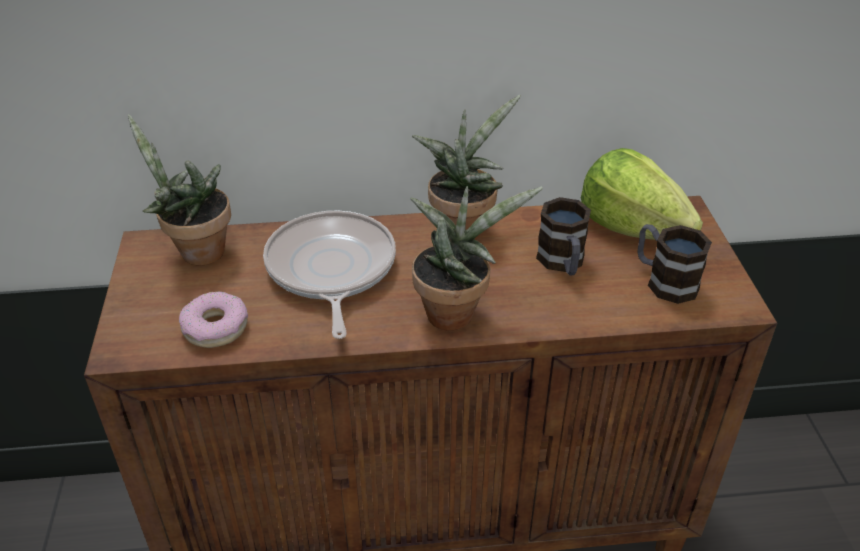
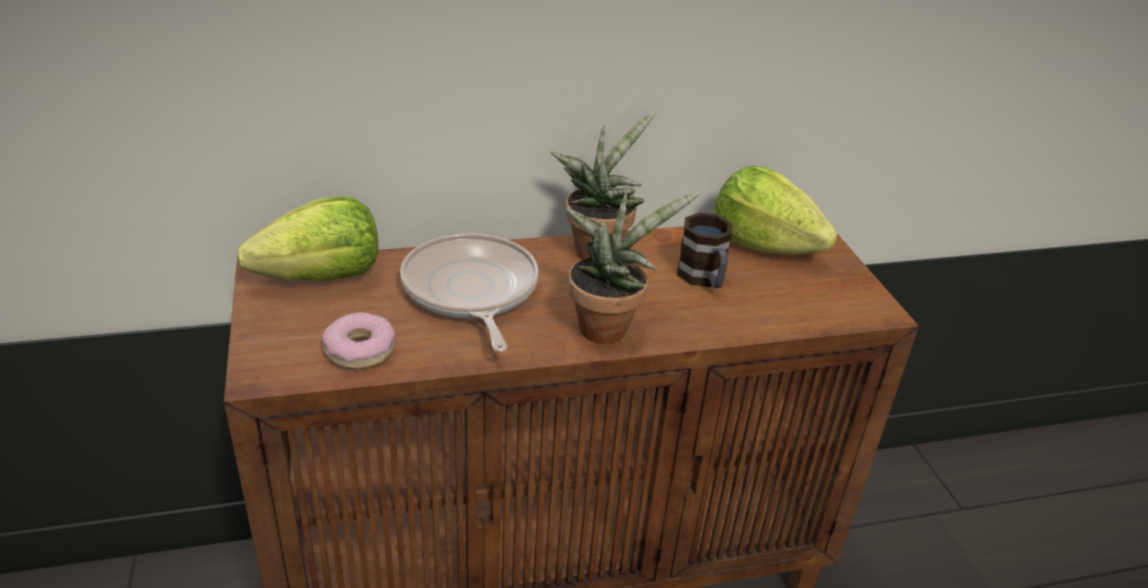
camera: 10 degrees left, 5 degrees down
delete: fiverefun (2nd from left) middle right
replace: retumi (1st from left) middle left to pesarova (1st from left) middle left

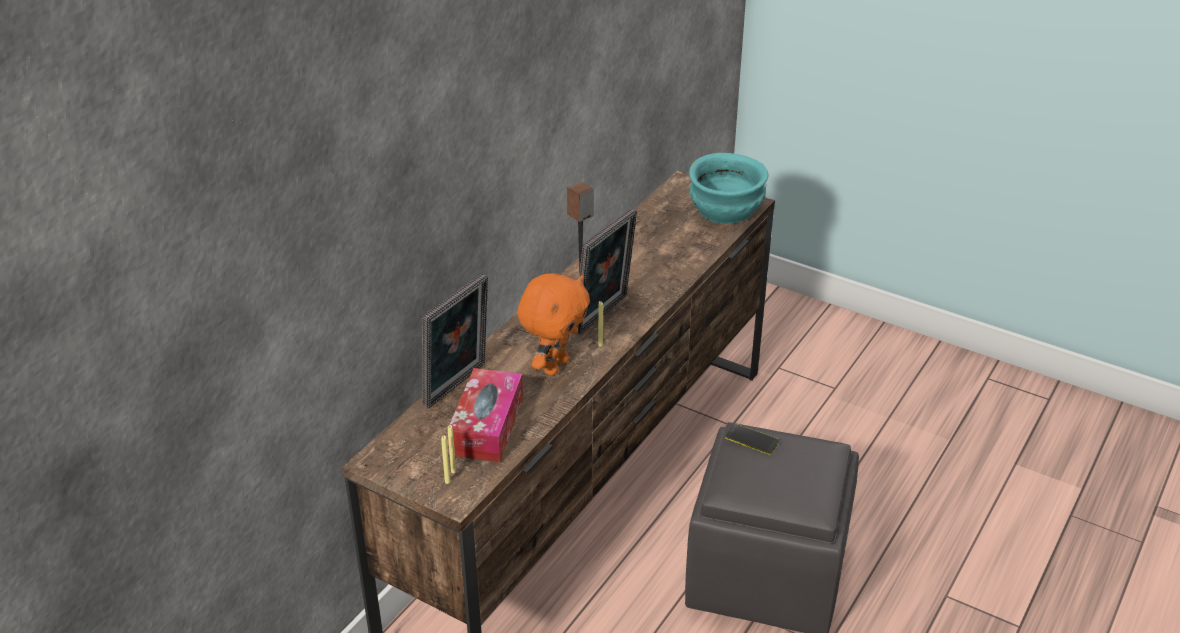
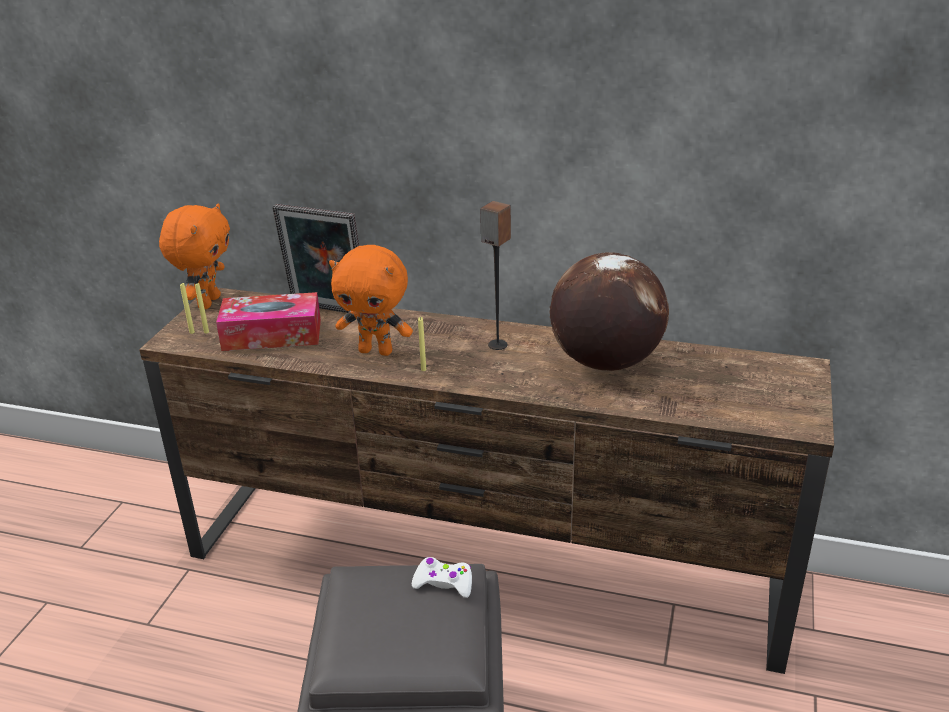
camera: 75 degrees right, 5 degrees down
delete: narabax (2nd from left) centre; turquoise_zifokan top centre
insert: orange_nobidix (1st from left) middle left; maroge centre
replace: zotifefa bottom centre to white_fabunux bottom centre

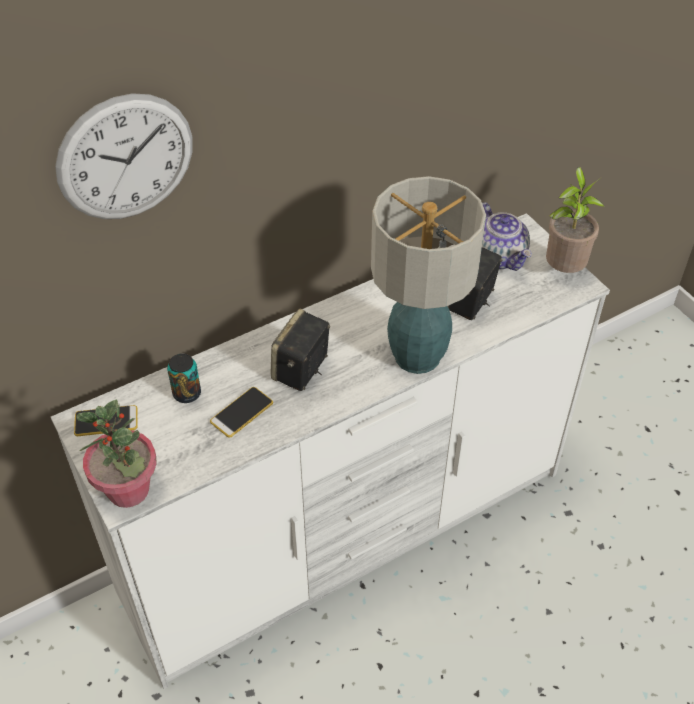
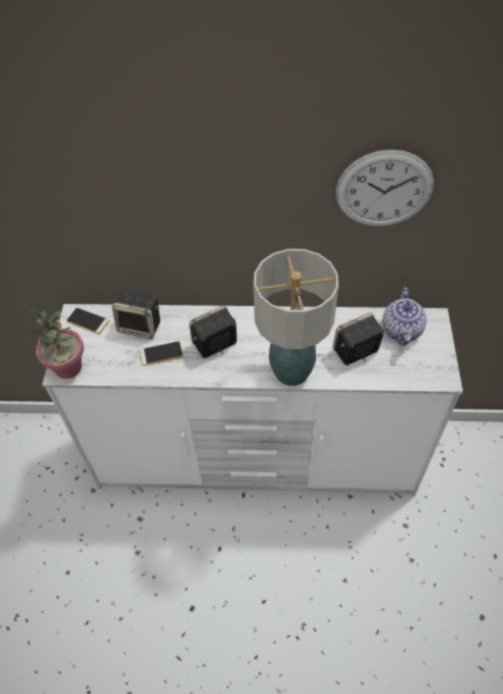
camera: 35 degrees right, 5 degrees up
delete: retumi (2nd from left) top right
move: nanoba top left to top right
replace: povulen middle left to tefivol (1st from left) middle left

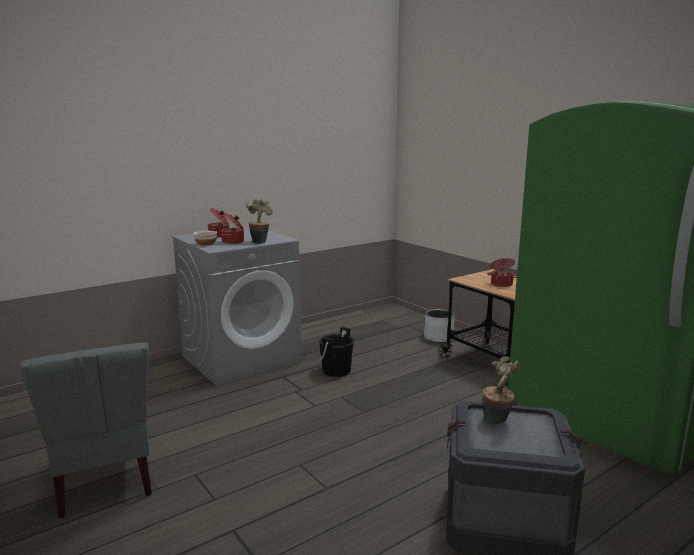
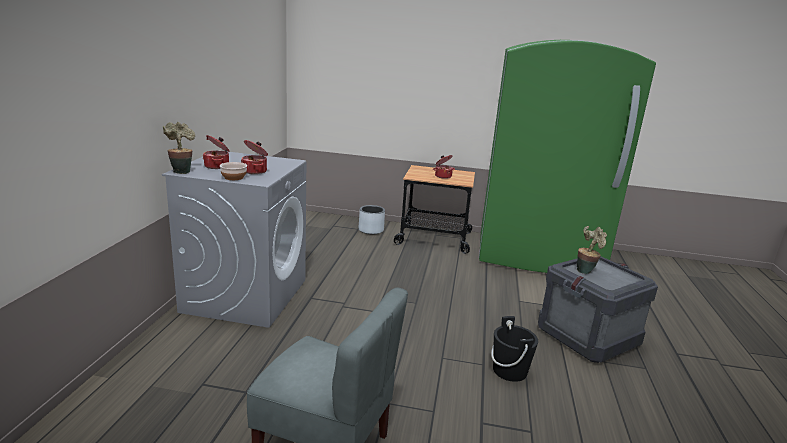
camera: 45 degrees left, 5 degrees up
move: retumi (1st from left) centre to middle left; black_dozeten centre to bottom centre

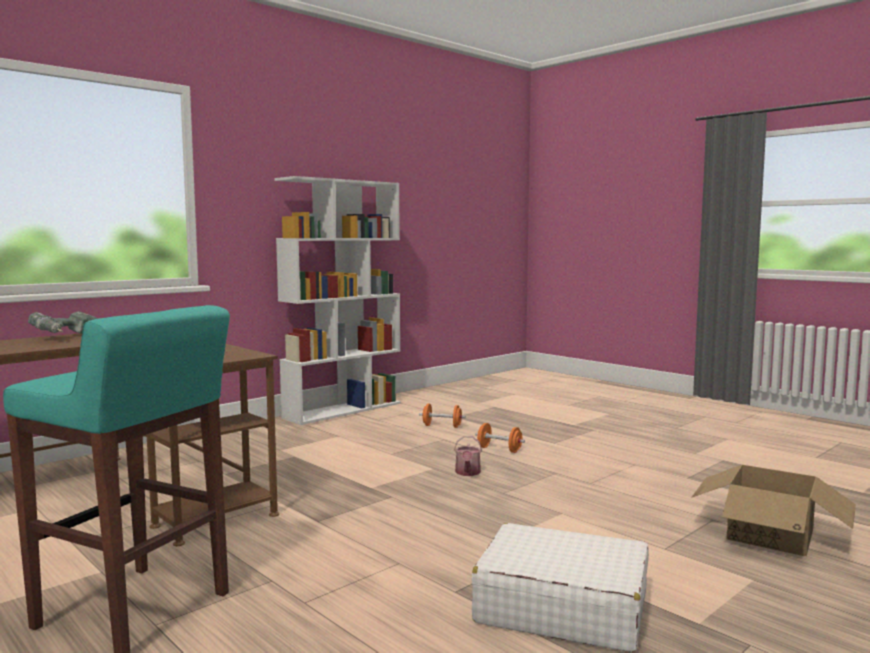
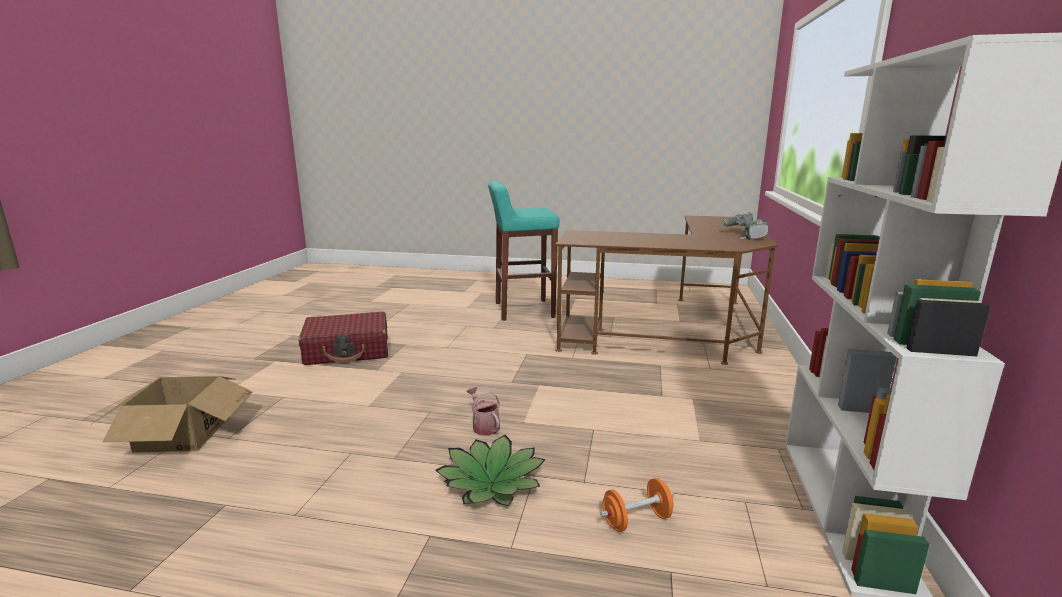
camera: 145 degrees right, 10 degrees up
replace: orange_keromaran (2nd from left) bottom centre to retumi bottom centre
recolor: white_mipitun bottom centre to red_mipitun middle left

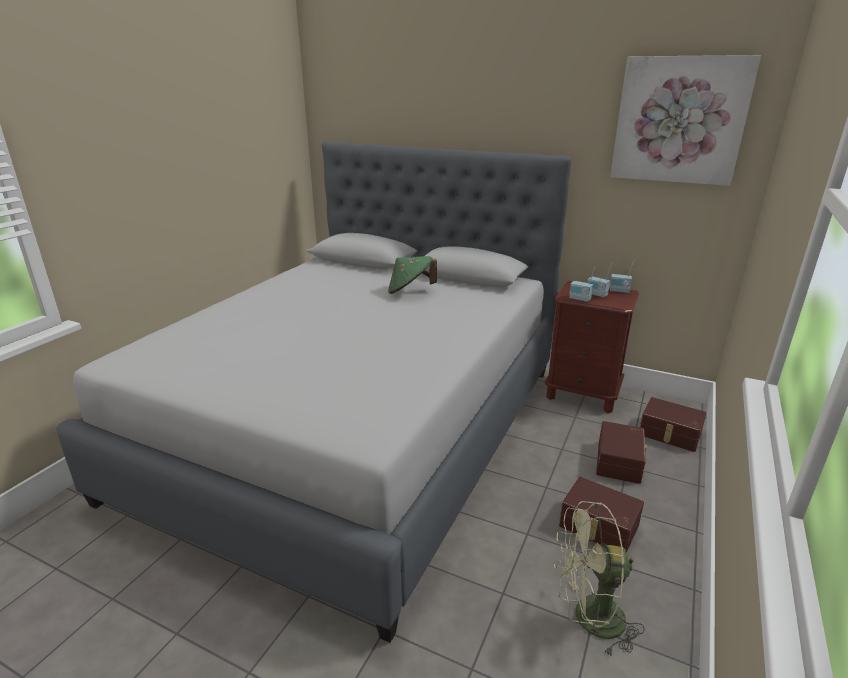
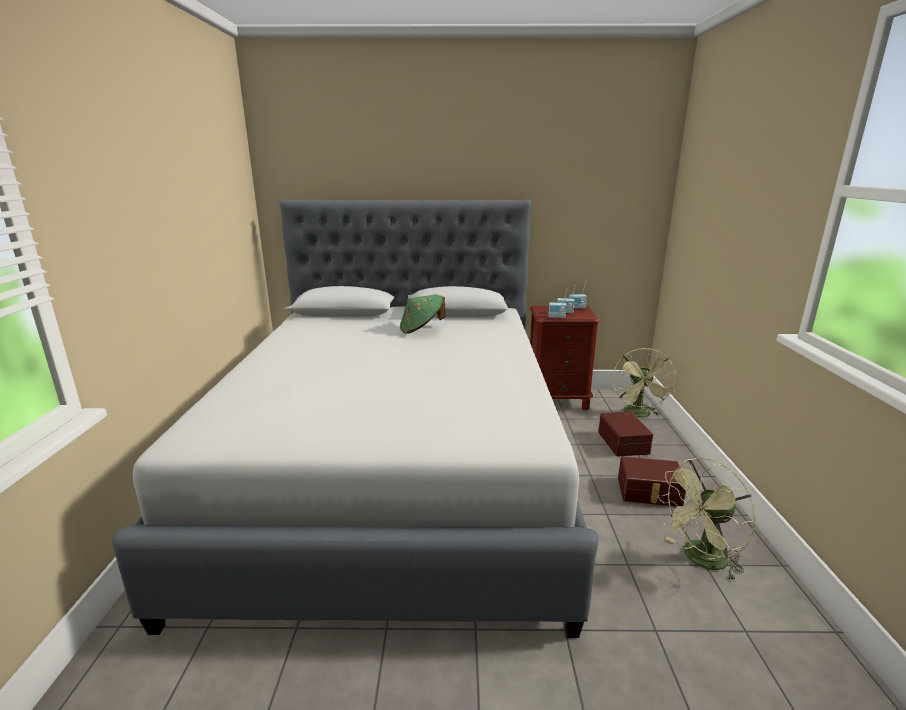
camera: 25 degrees left, 5 degrees down
delete: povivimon top right
replace: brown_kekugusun (3rd from left) middle right to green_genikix (1st from left) middle right

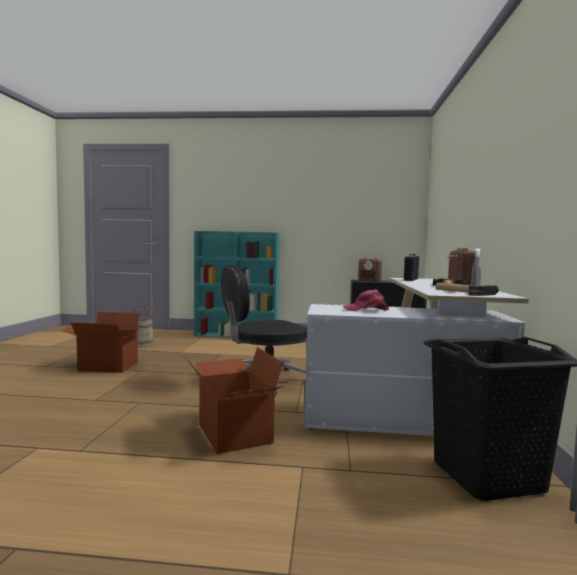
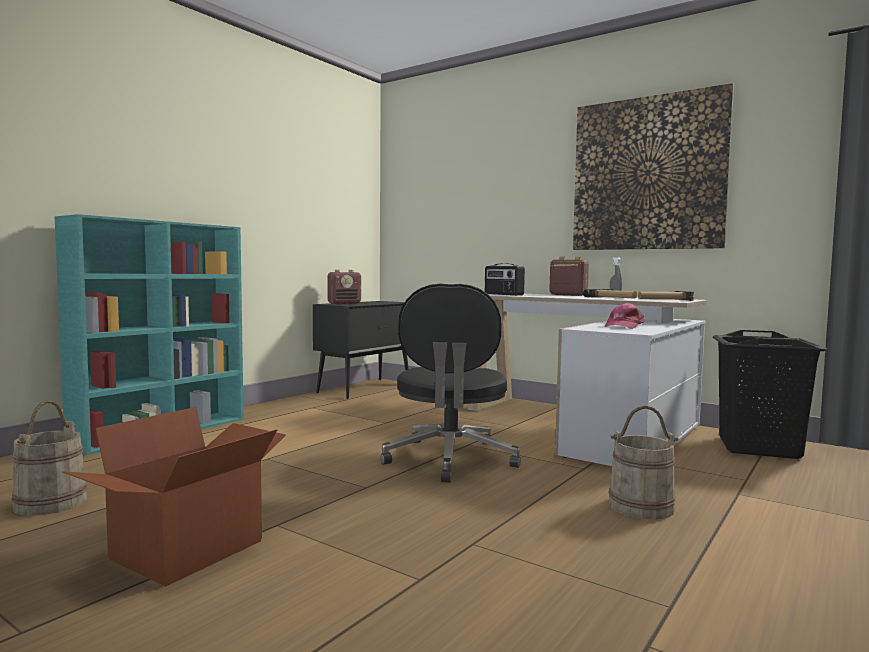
camera: 60 degrees left, 0 degrees up
insert: povivimon top right
replace: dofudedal (2nd from left) bottom centre to beige_dozeten (2nd from left) bottom right

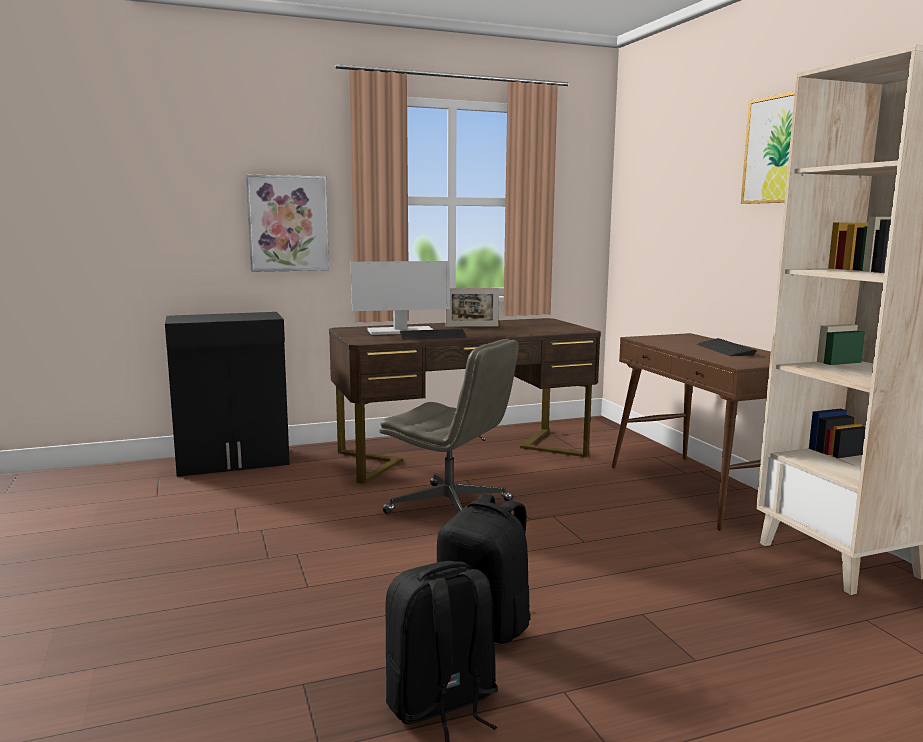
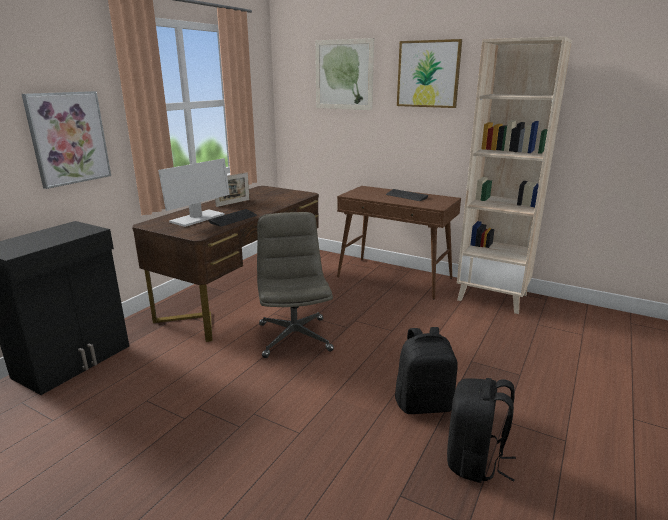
camera: 40 degrees left, 10 degrees up
insert: povivimon (2nd from left) top centre
rotate: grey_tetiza centre = centre 90 degrees counterclockwise

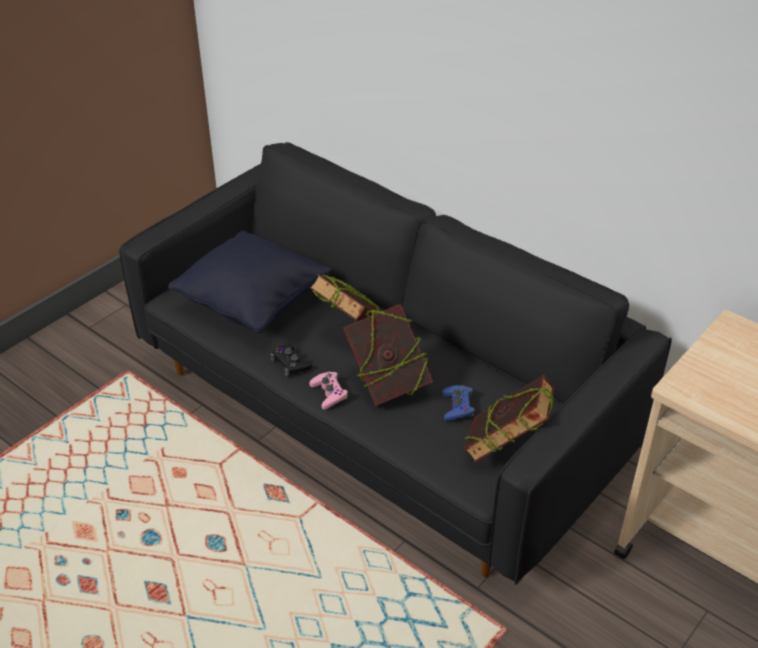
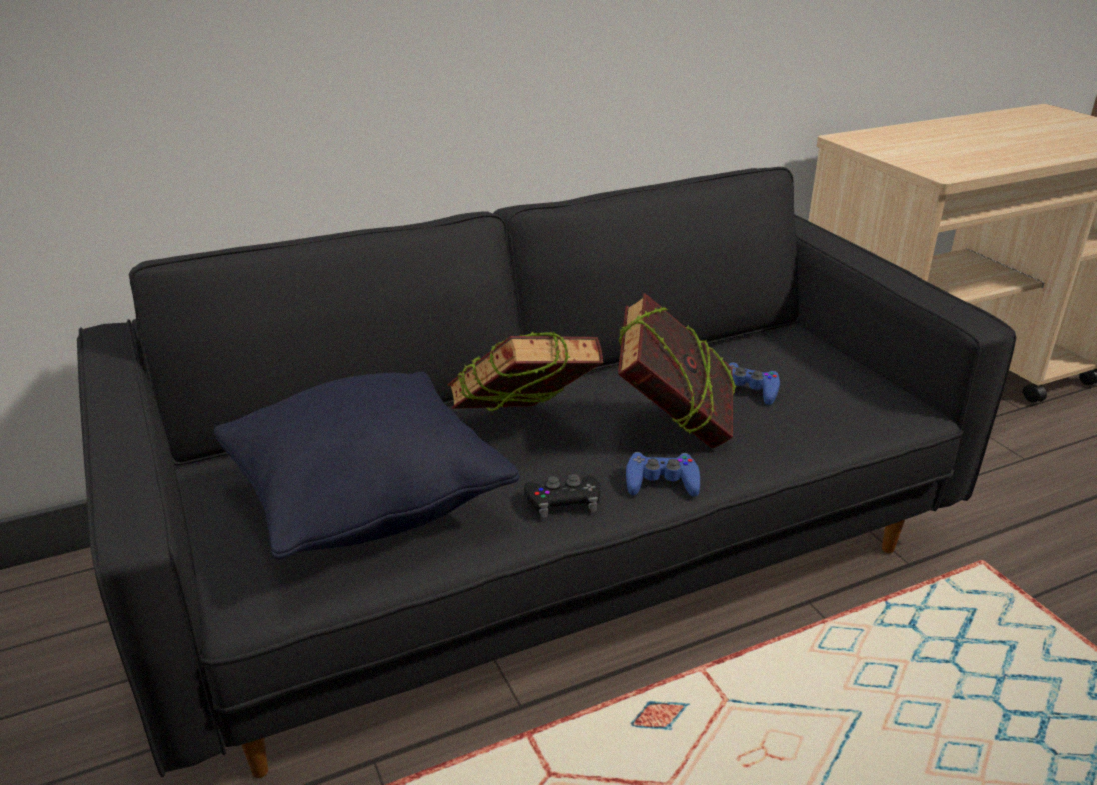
camera: 65 degrees left, 10 degrees down
delete: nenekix (3rd from left) middle right
recolor: pink_fabunux centre to blue_fabunux (1st from left) centre

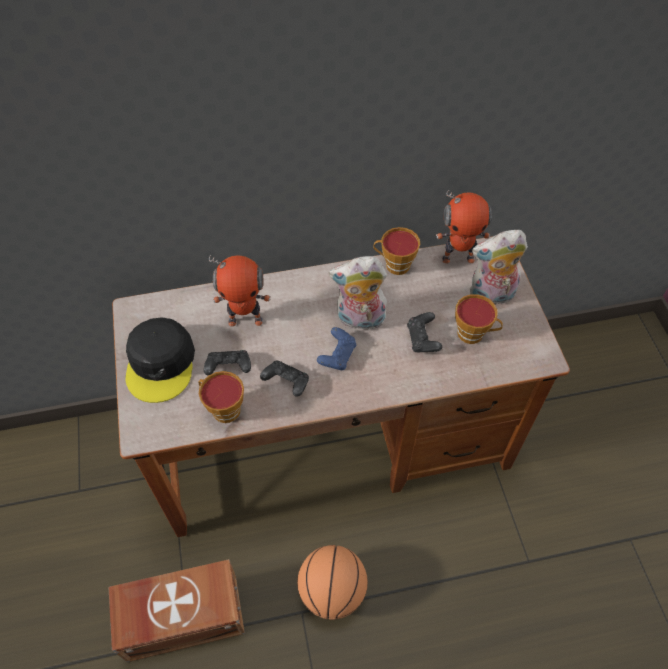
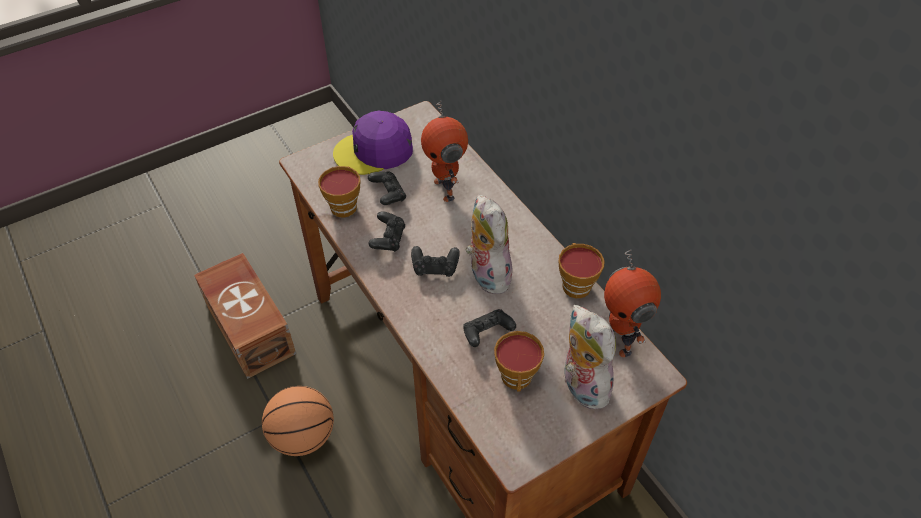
camera: 70 degrees right, 5 degrees down
recolor: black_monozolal middle left to purple_monozolal top centre; blue_fabunux centre to black_fabunux (3rd from left) centre

